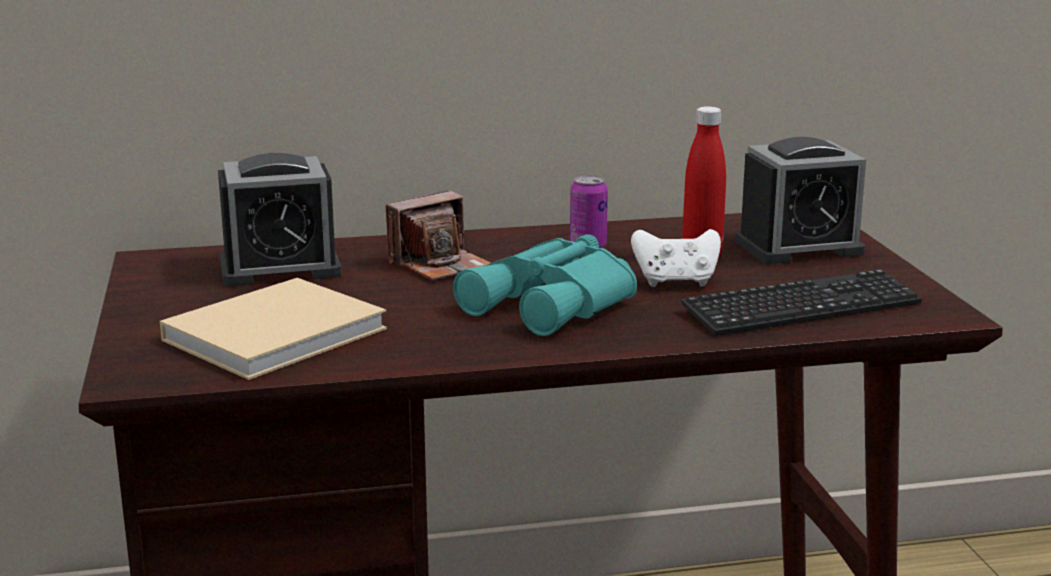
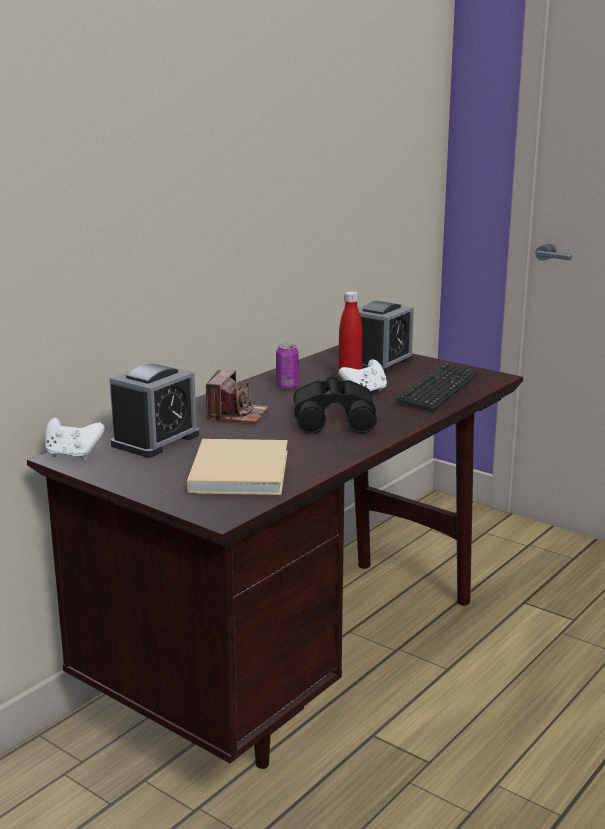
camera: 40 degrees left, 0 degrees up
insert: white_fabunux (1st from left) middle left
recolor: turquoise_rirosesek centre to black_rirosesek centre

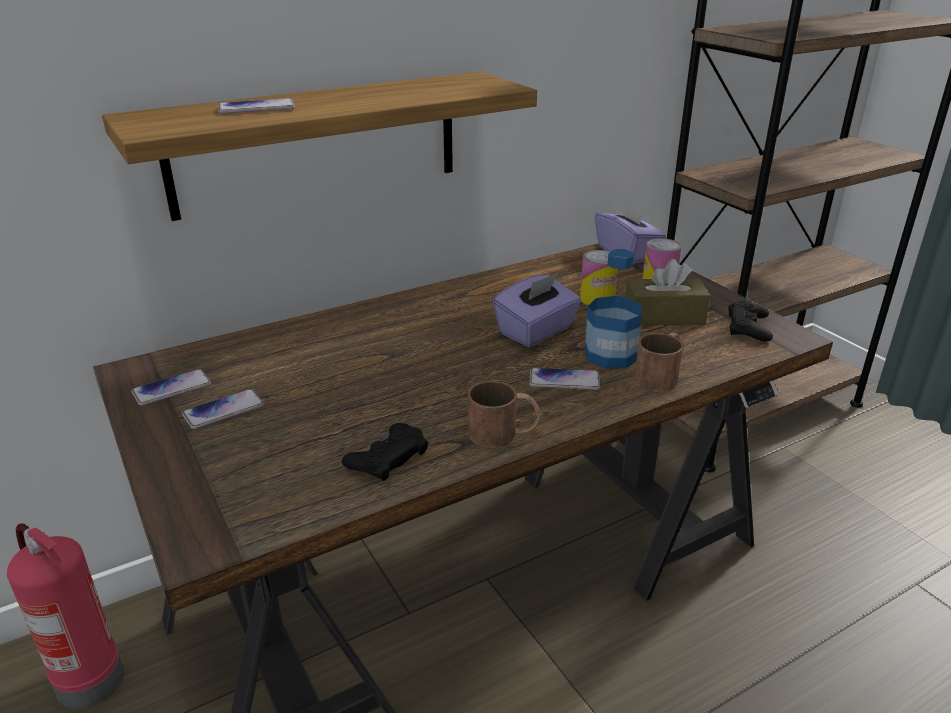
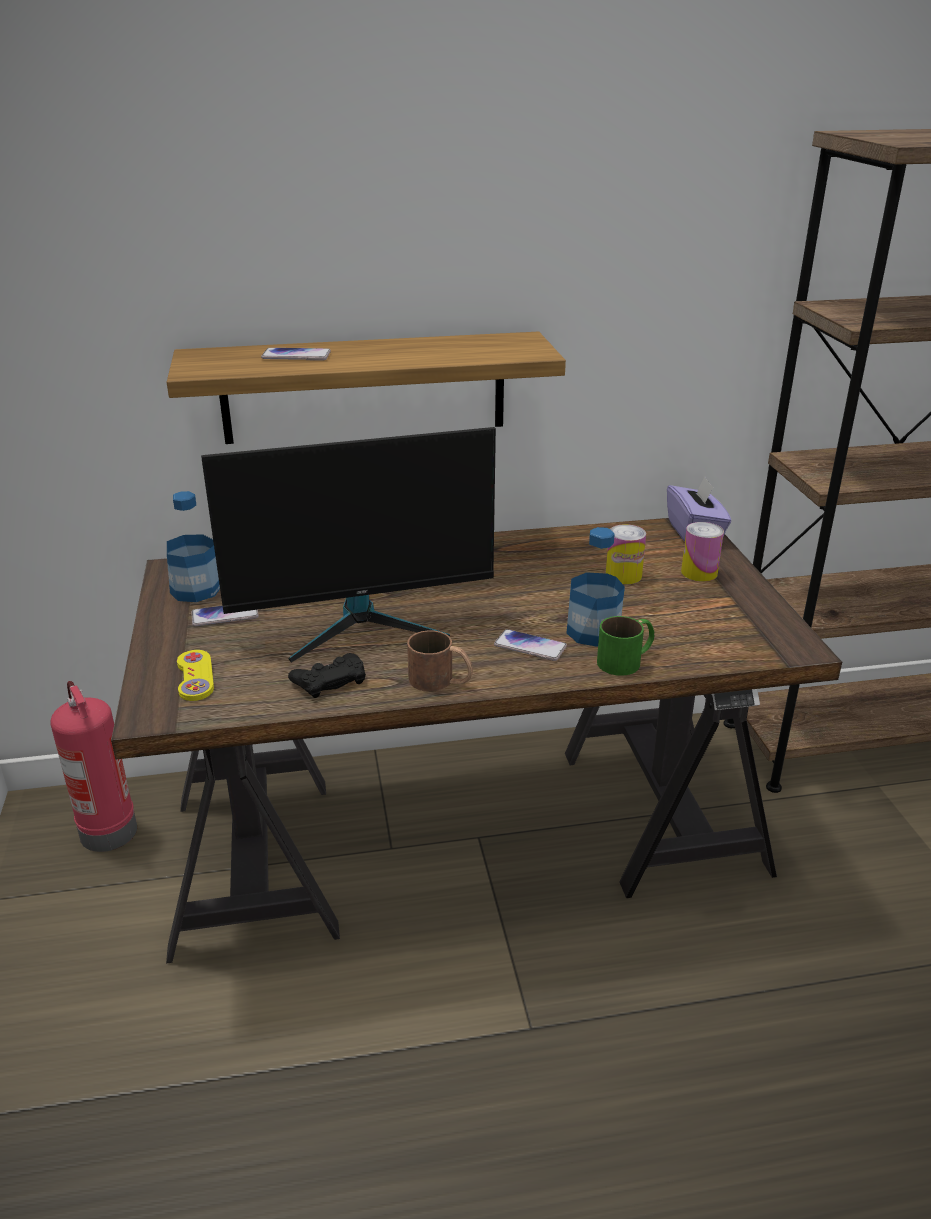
camera: 20 degrees right, 0 degrees up
delete: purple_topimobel (1st from left) centre; brown_topimobel middle right; black_fabunux (2nd from left) middle right
insert: yellow_fabunux middle left; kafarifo centre
replace: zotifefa (1st from left) middle left to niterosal (1st from left) middle left
recolor: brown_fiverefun (2nd from left) middle right to green_fiverefun middle right

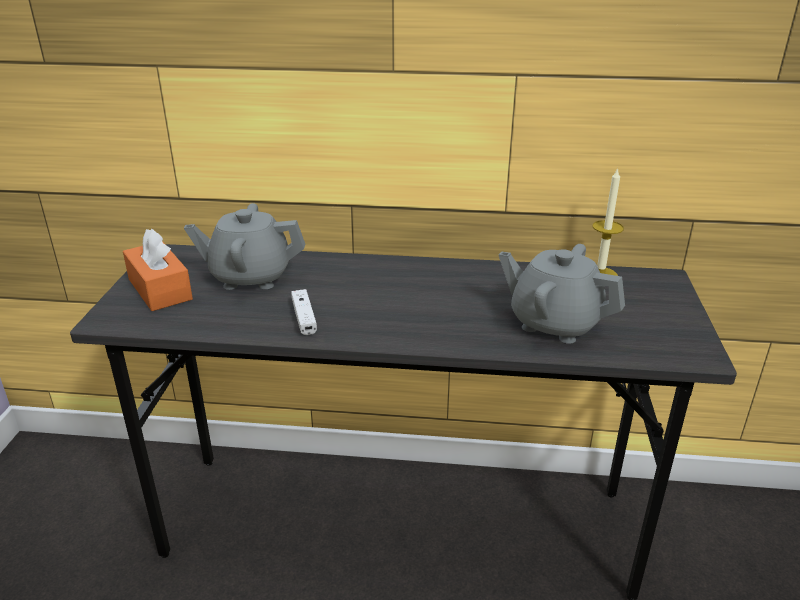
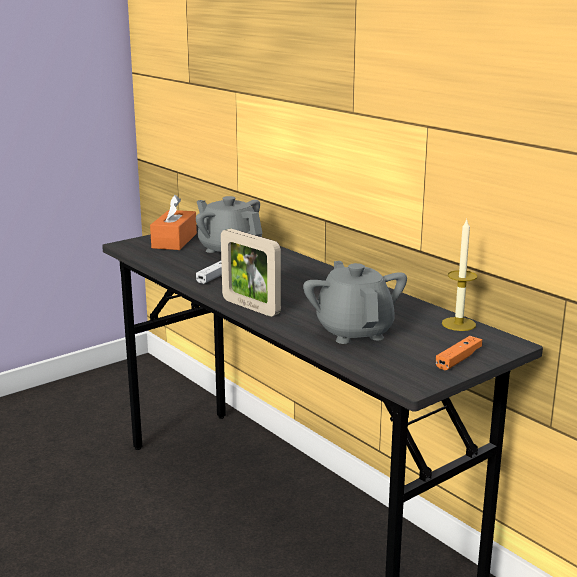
camera: 45 degrees right, 10 degrees down
insert: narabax centre; orange_fabunux middle right

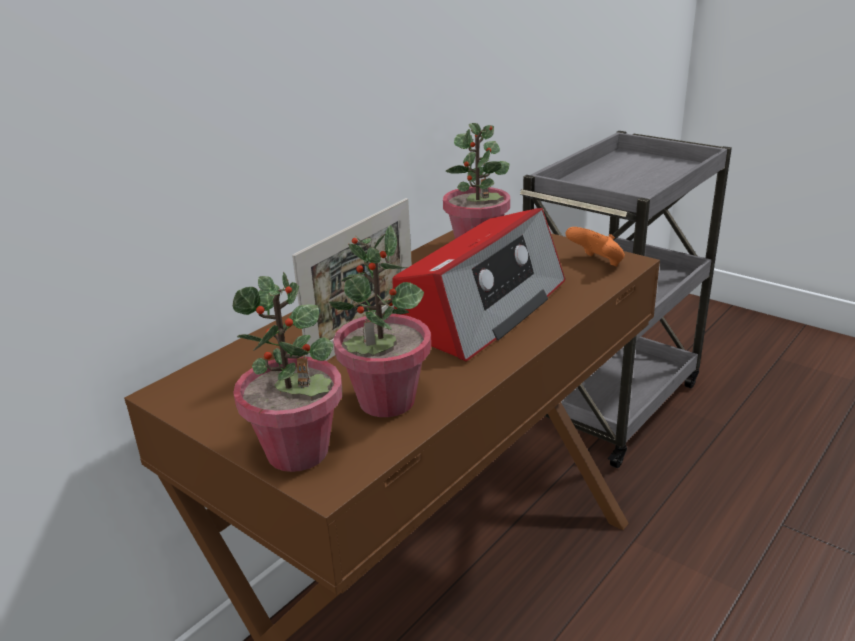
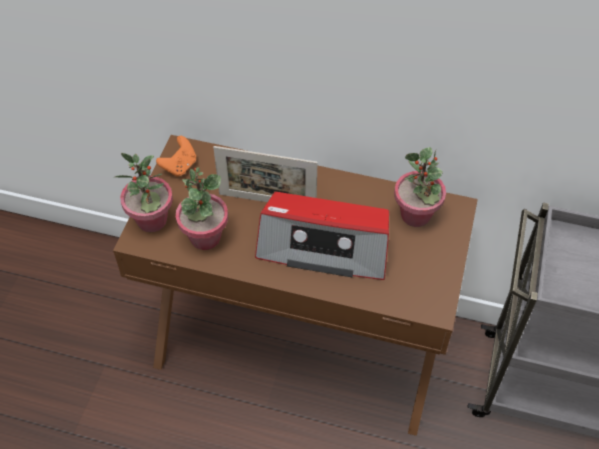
camera: 65 degrees right, 25 degrees up
move: orange_fabunux middle right to middle left

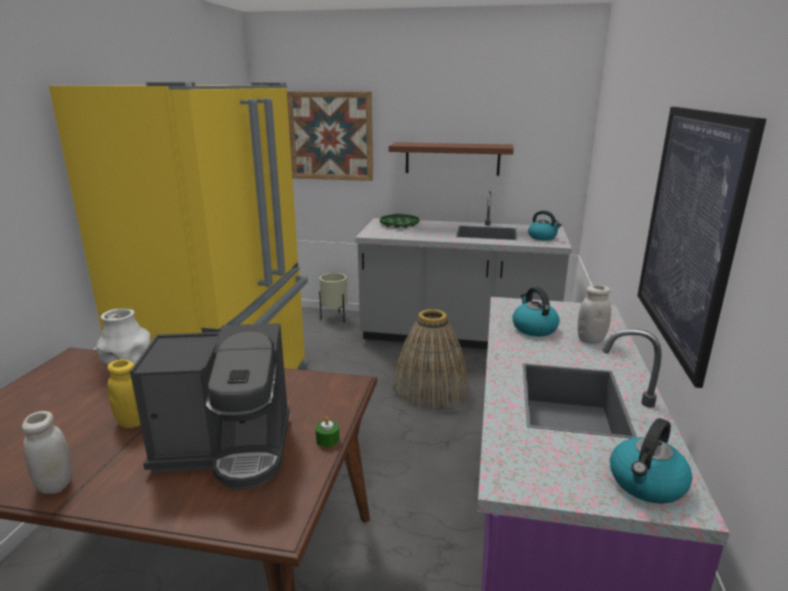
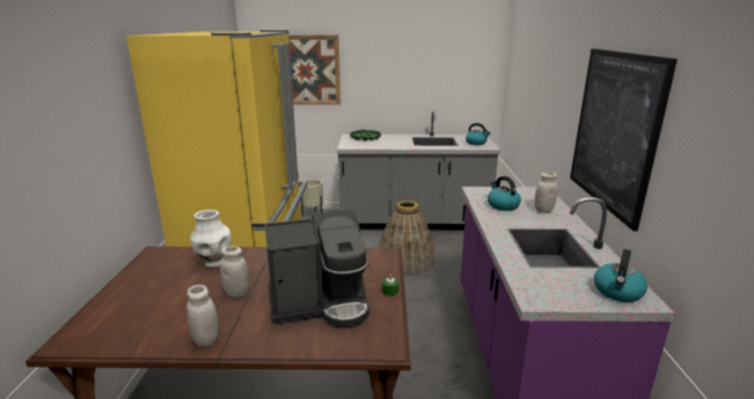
camera: 10 degrees left, 0 degrees up
delete: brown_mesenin top centre
recolor: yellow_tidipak middle left to white_tidipak (2nd from left) bottom left

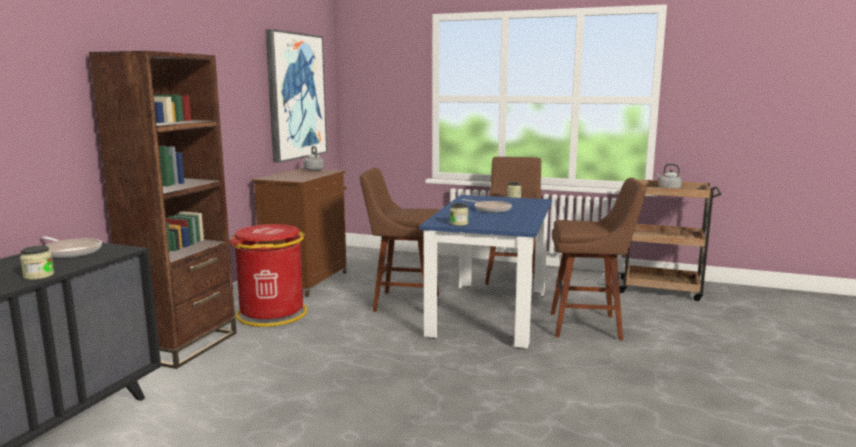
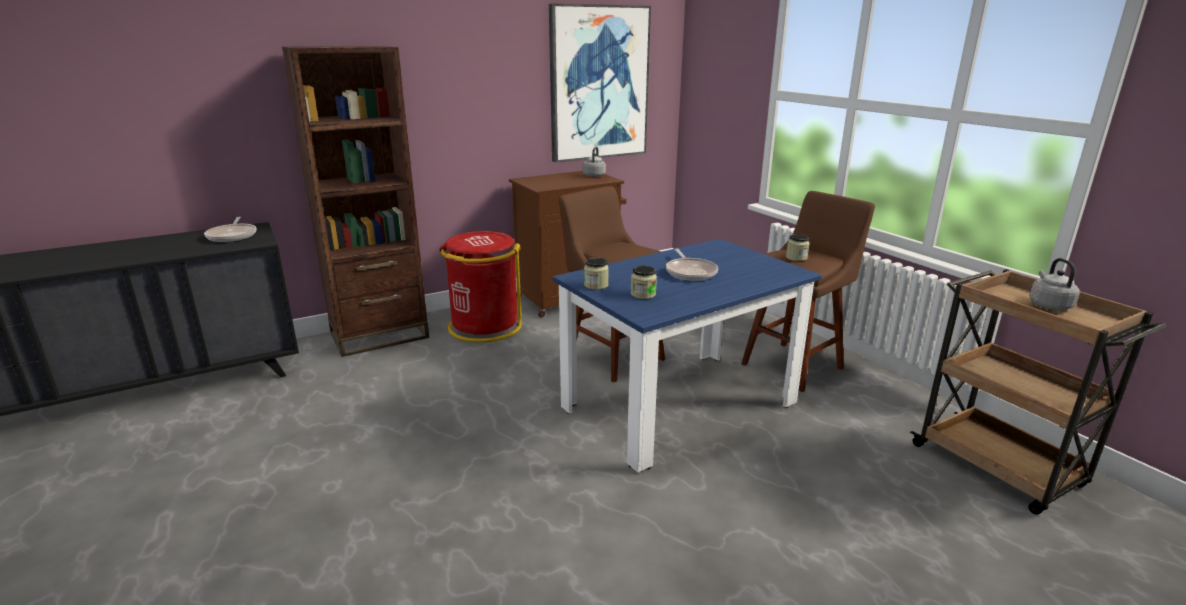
camera: 40 degrees right, 10 degrees up
delete: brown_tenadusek (3rd from left) middle right
move: tidipak (1st from left in the first image) middle left to tidipak (2nd from left) centre

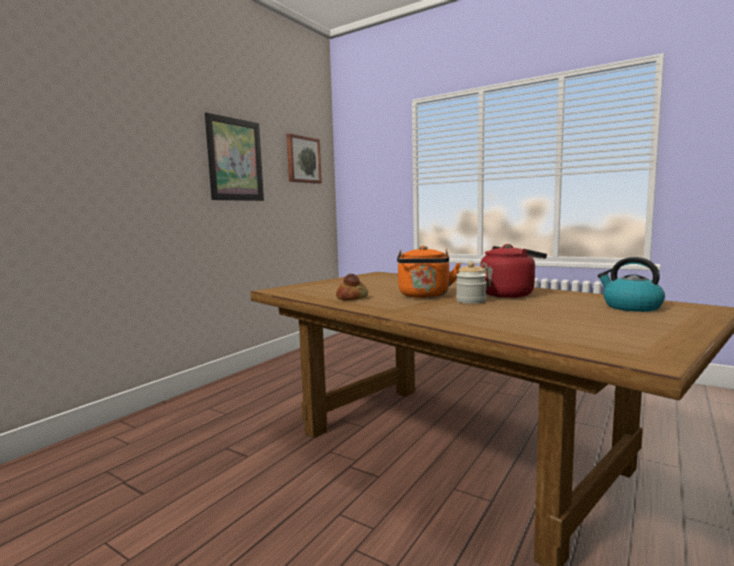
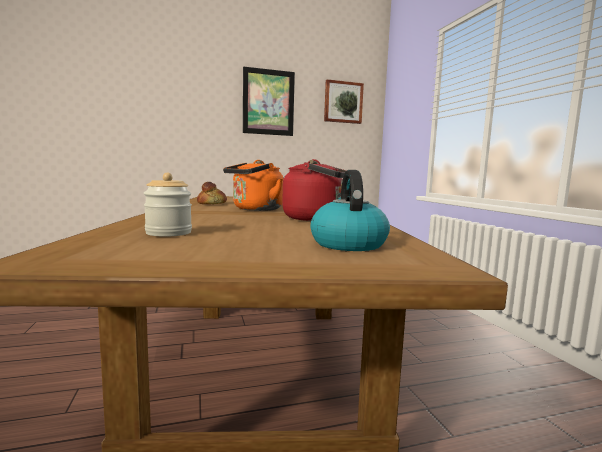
camera: 40 degrees right, 0 degrees up
move: tidipak centre to middle left

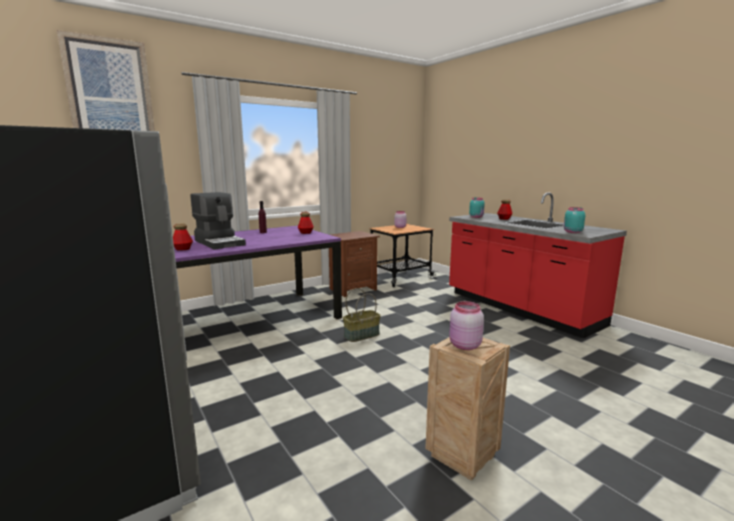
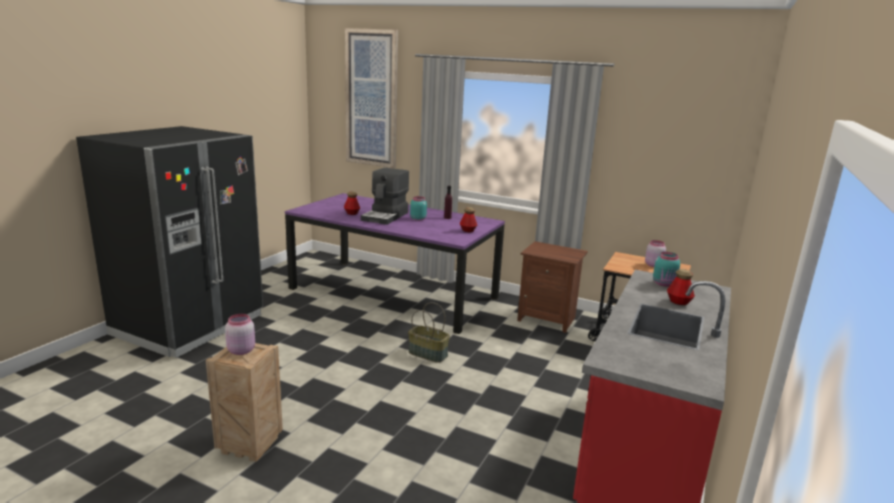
camera: 60 degrees right, 5 degrees up
move: turquoise_tidipak (2nd from left in the first image) middle right to turquoise_tidipak (1st from left) centre

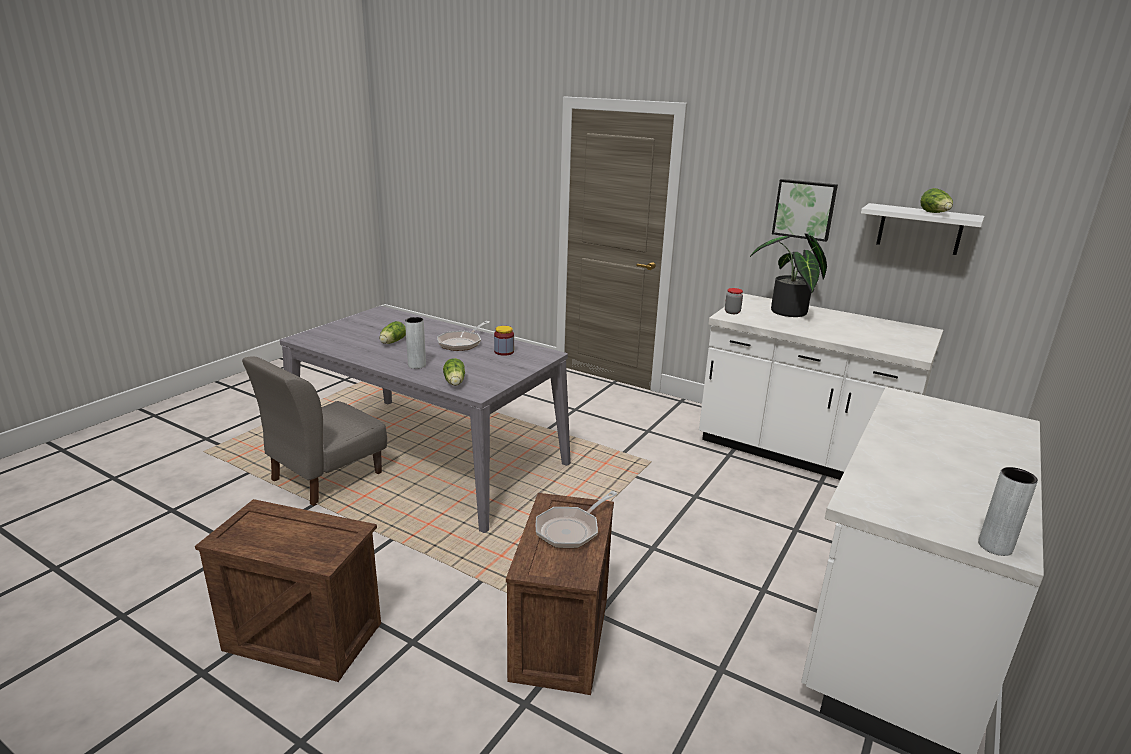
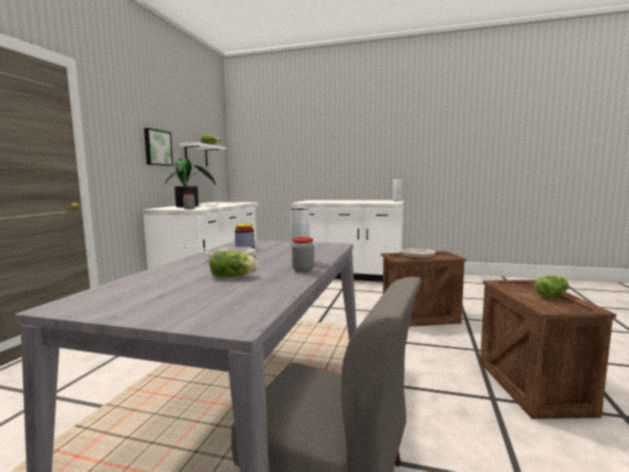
camera: 105 degrees left, 15 degrees down
insert: tidipak (3rd from left) centre
move: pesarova (2nd from left in the first image) centre to pesarova (3rd from left) middle right

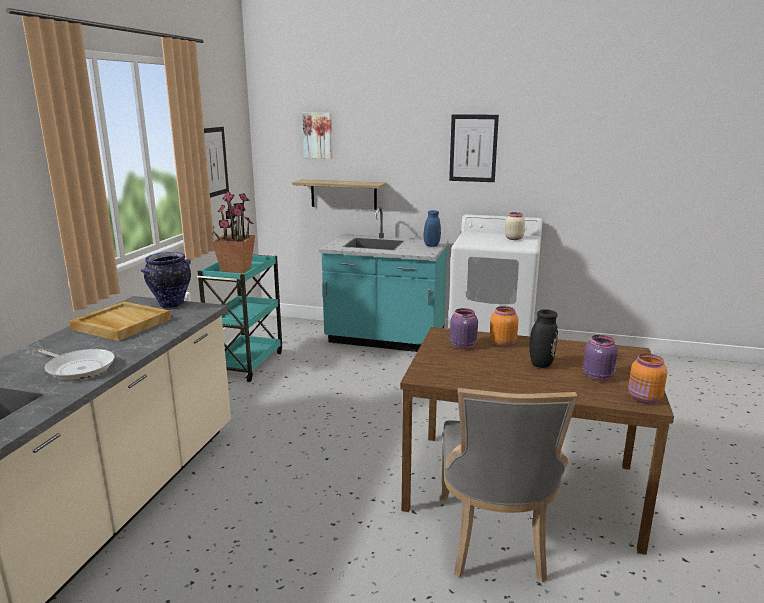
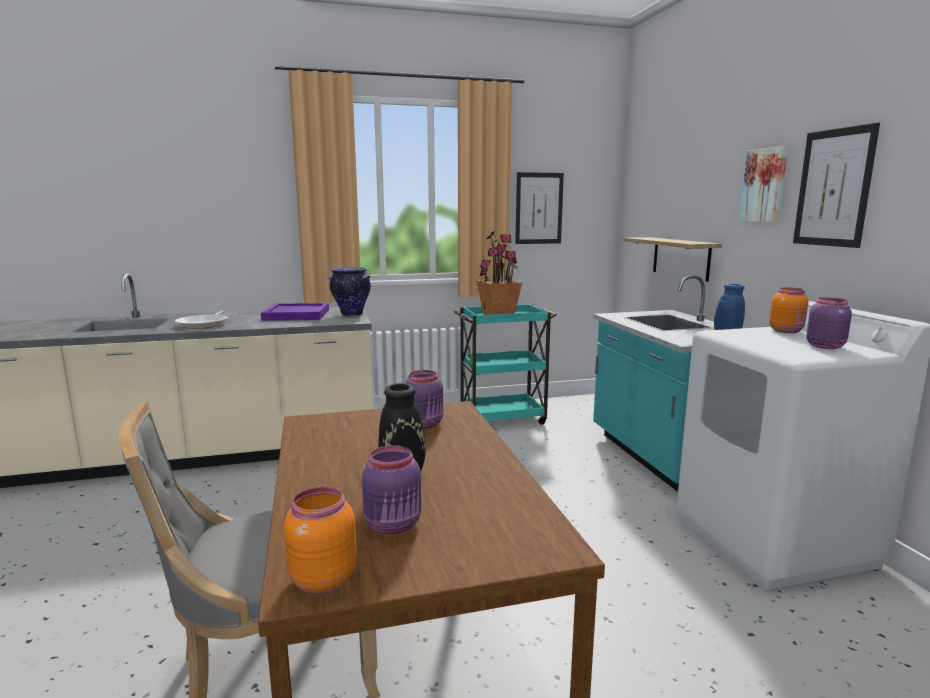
camera: 60 degrees right, 5 degrees down
move: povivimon (2nd from left) top centre to top right; orange_tidipak (1st from left in the first image) centre to orange_tidipak (2nd from left) middle right
recolor: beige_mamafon middle left to purple_mamafon middle left; beige_tidipak middle right to purple_tidipak (3rd from left) middle right

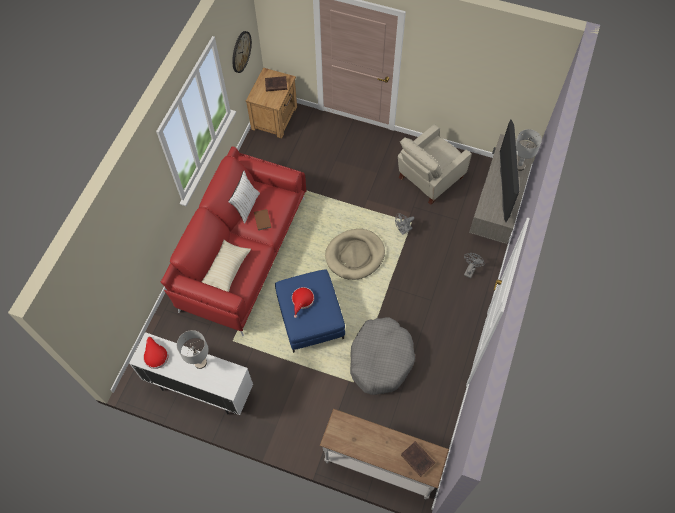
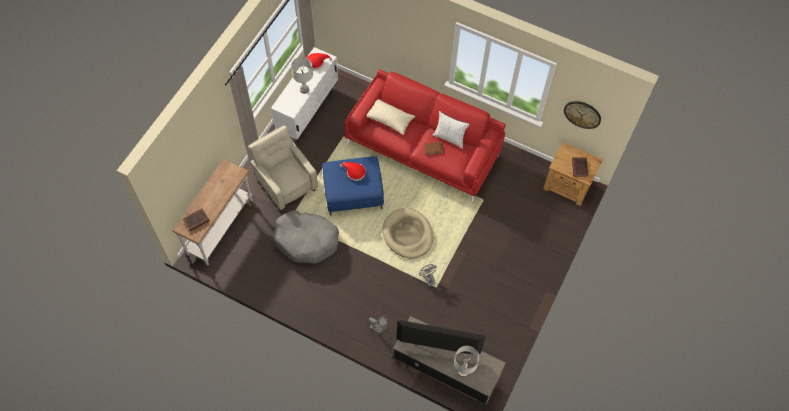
camera: 95 degrees right, 0 degrees up
move: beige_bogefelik top centre to centre

